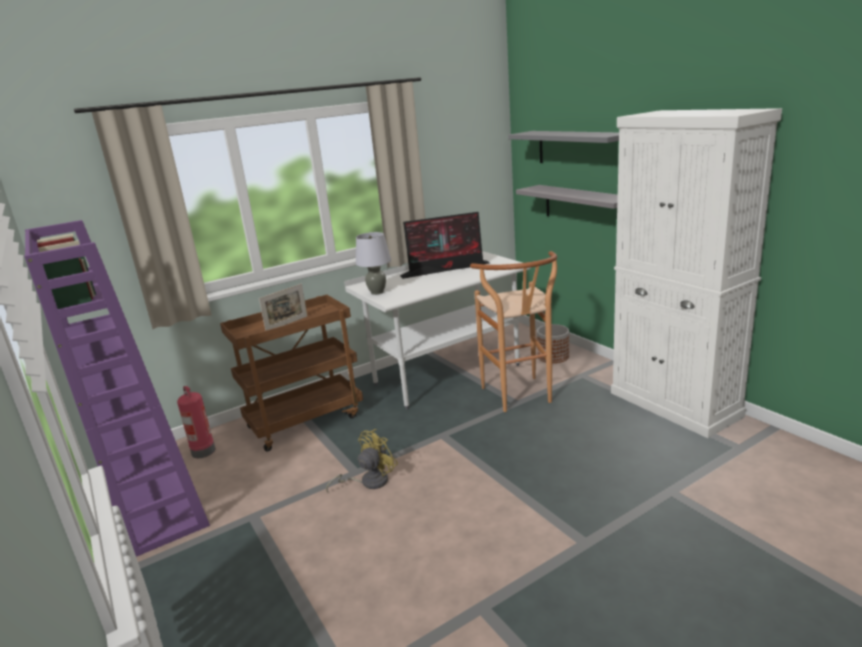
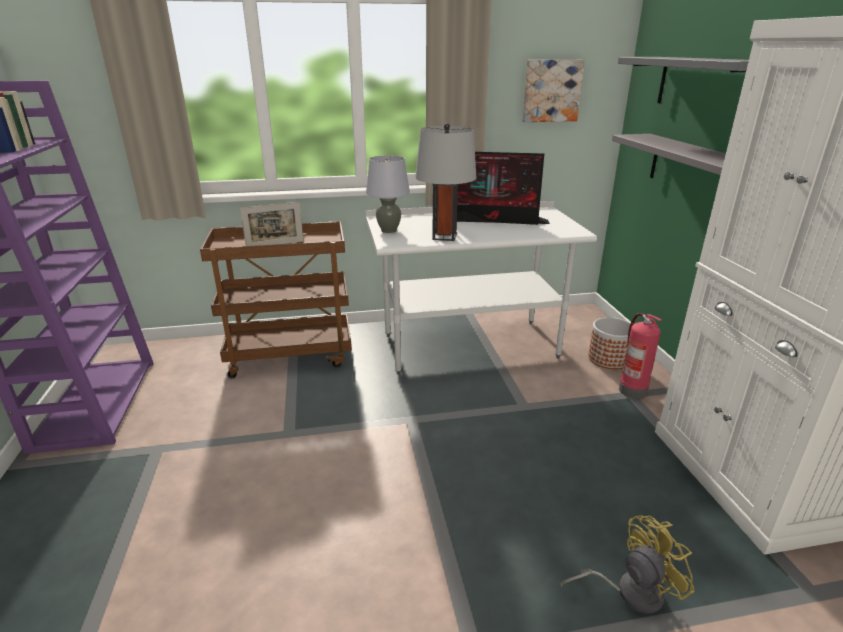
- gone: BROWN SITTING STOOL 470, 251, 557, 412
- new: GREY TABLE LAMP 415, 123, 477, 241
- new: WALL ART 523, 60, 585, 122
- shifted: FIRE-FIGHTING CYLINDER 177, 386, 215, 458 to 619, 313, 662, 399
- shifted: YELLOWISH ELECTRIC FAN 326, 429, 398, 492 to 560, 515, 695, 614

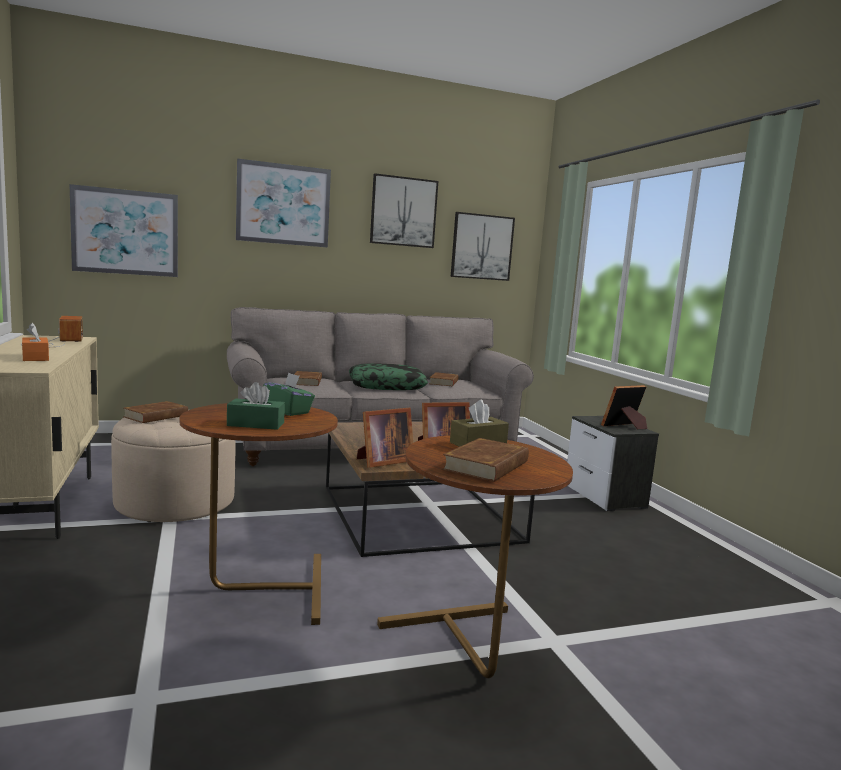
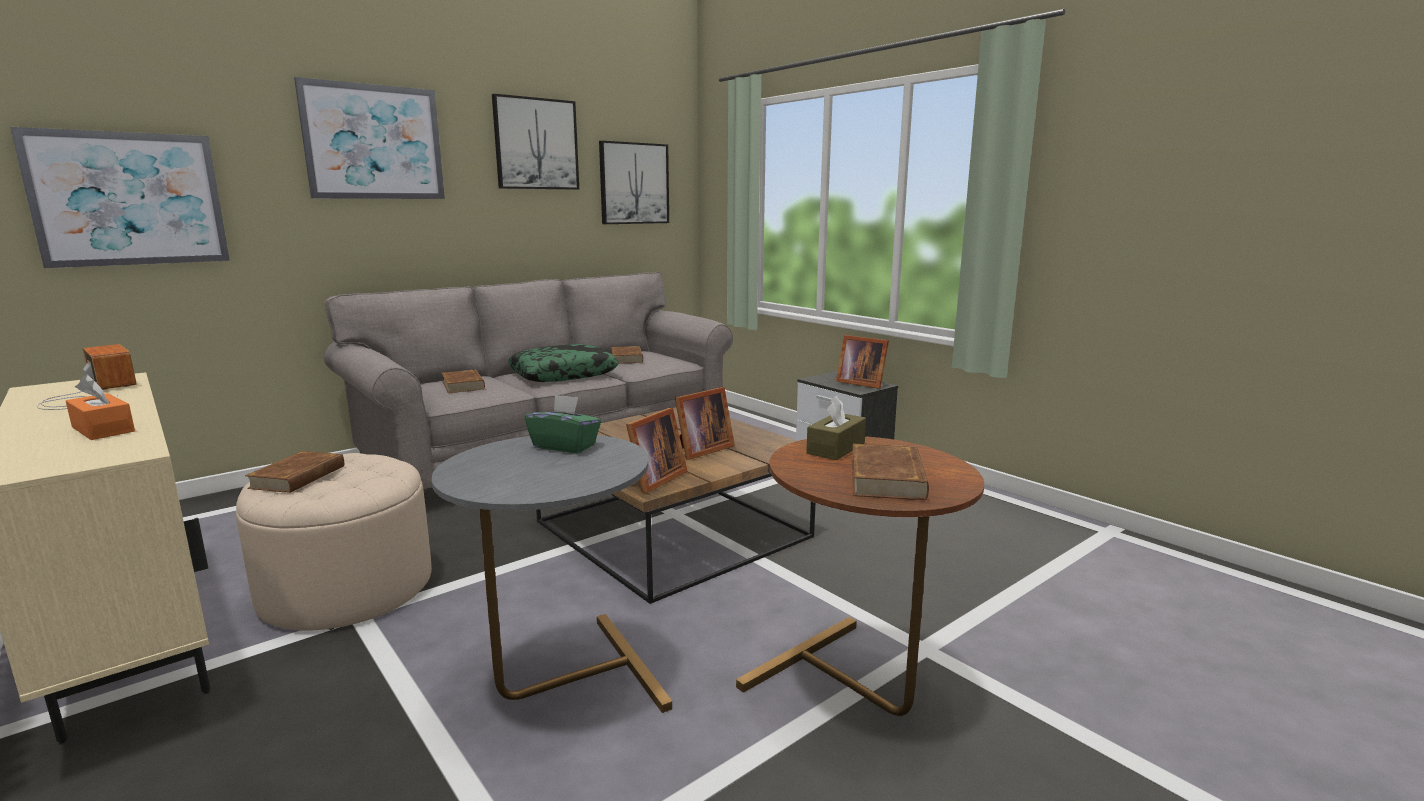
- gone: GREEN-COLOURED TISSUE HOLDER 227, 382, 285, 430
- repainted: BROWN END TABLE 180, 403, 338, 625 to GREY END TABLE 432, 435, 672, 713
- rotated: STANDING FRAME 601, 385, 647, 429 = 836, 335, 889, 389 90 degrees counterclockwise

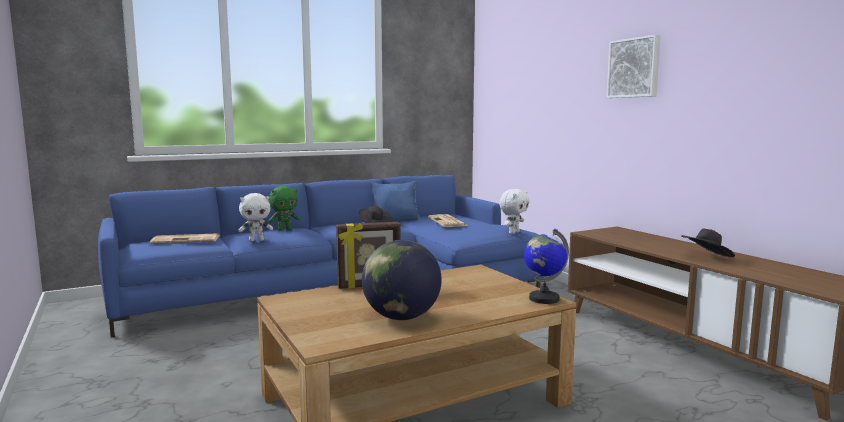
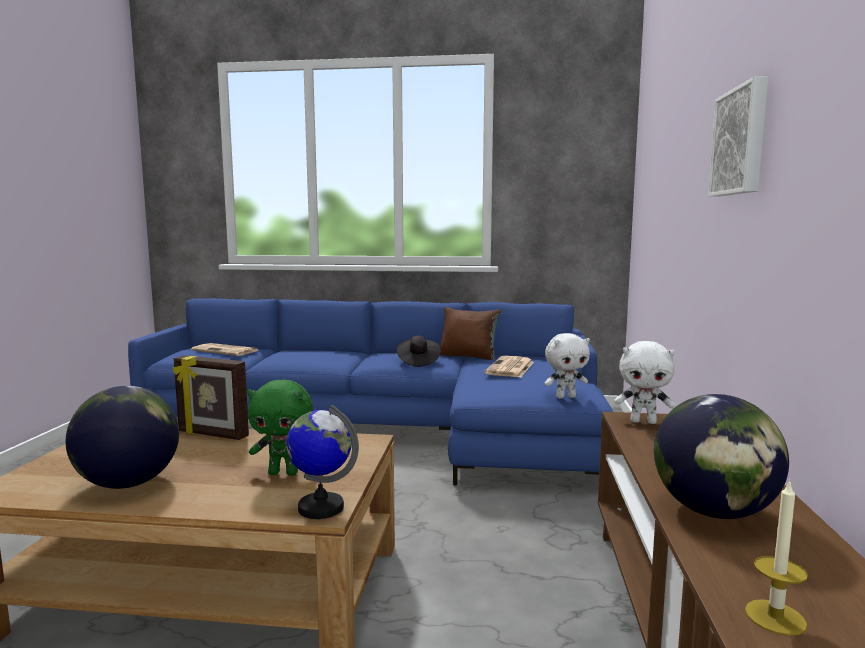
- new: WAX CANDLE 745, 479, 808, 636
- shifted: WHITE-COLOURED CUDDLY TOY 238, 193, 273, 241 to 614, 341, 675, 424
- shifted: GREEN-COLOURED CUDDLY TOY 268, 186, 300, 231 to 247, 379, 313, 476
- swapped: BLACK HAT 681, 228, 735, 257 to GLOBE 654, 394, 789, 519
- repainted: BLUISH CUSHION 371, 181, 420, 220 to BROWN CUSHION 440, 307, 501, 360

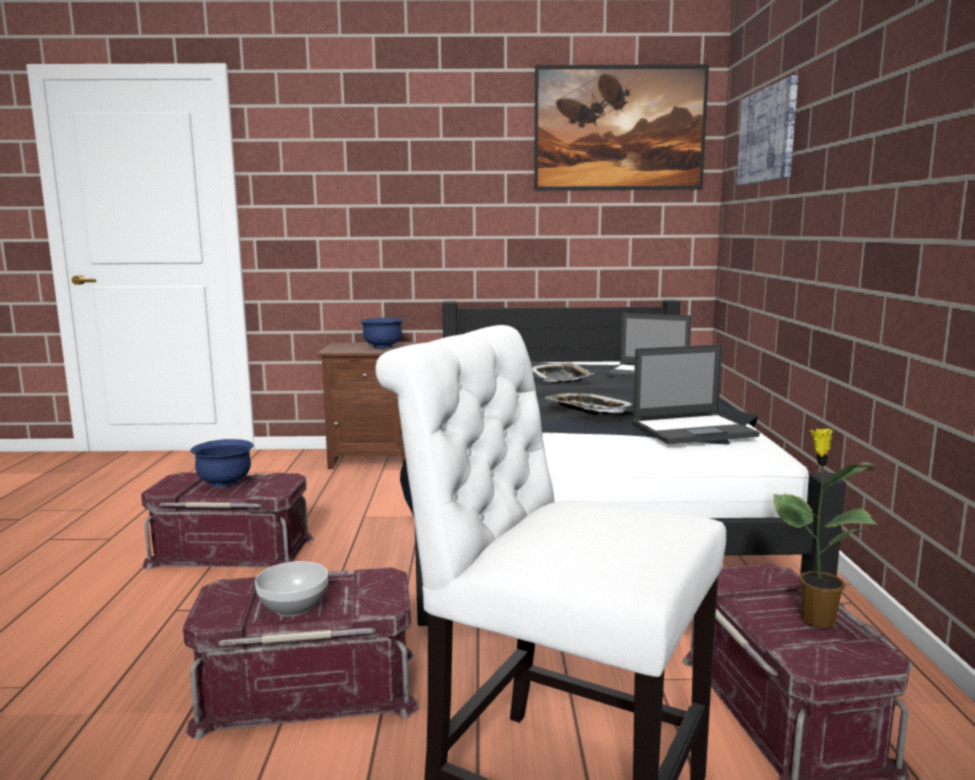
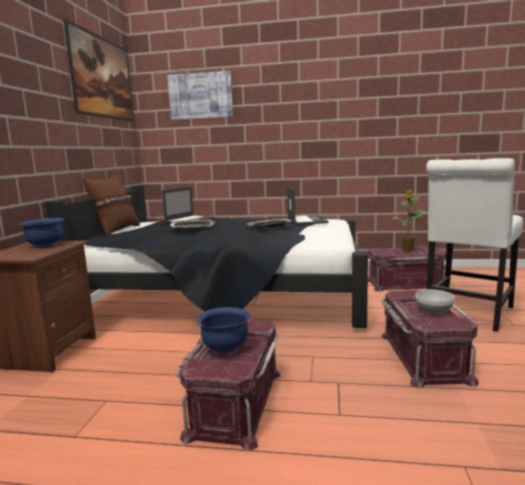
- new: BROWN CUSHION 82, 175, 140, 235

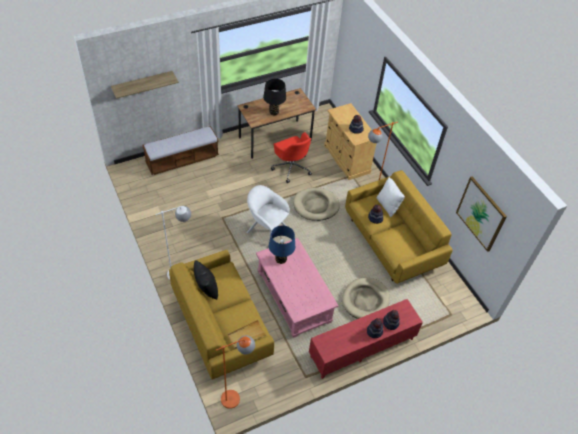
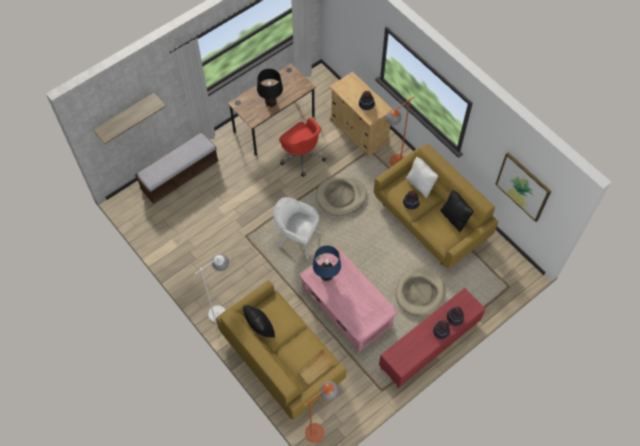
- new: BLACK CUSHION 440, 190, 474, 232

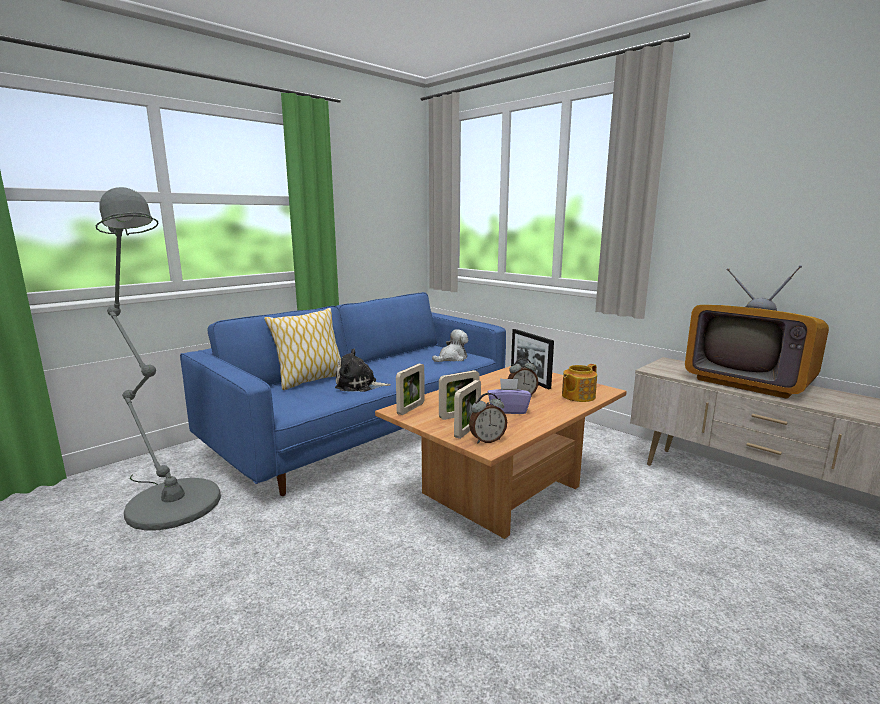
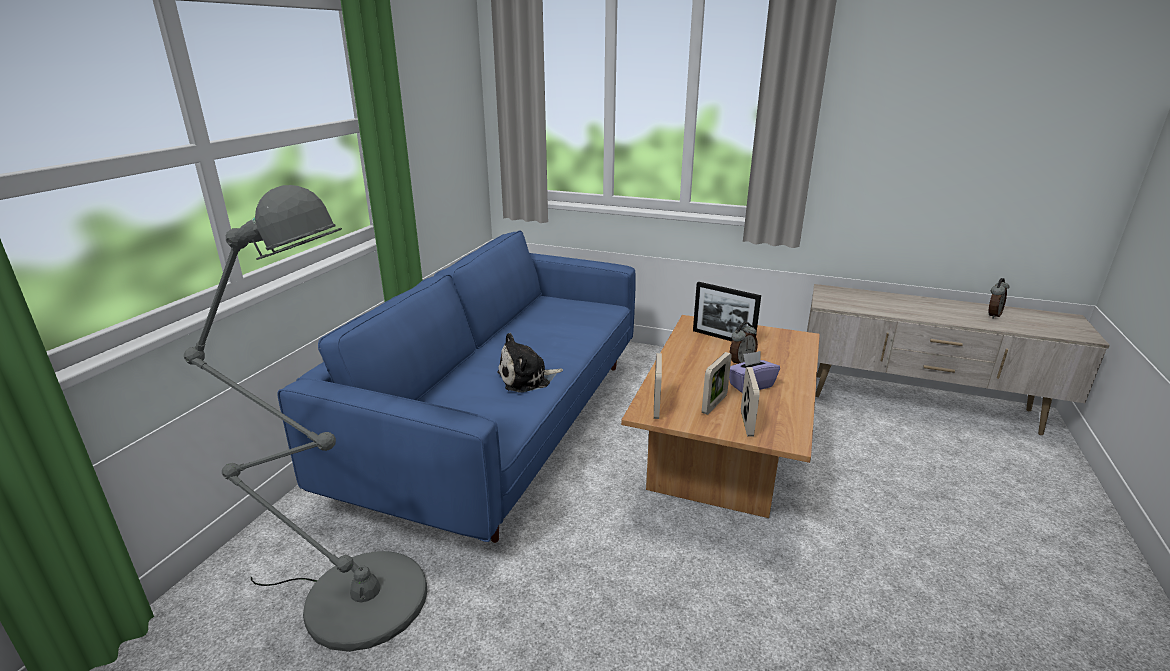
- gone: CUSHION 264, 308, 341, 390
- gone: CUDDLY TOY 432, 329, 468, 362
- gone: TEAPOT 562, 364, 597, 402
- gone: TV 685, 265, 829, 398
- shifted: BEDSIDE CLOCK 469, 393, 507, 443 to 989, 278, 1009, 319

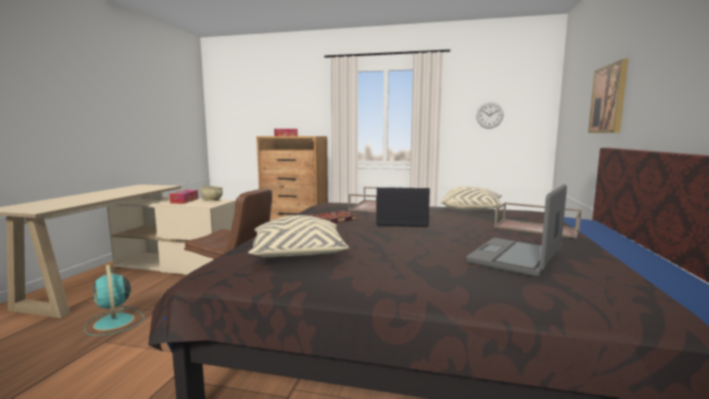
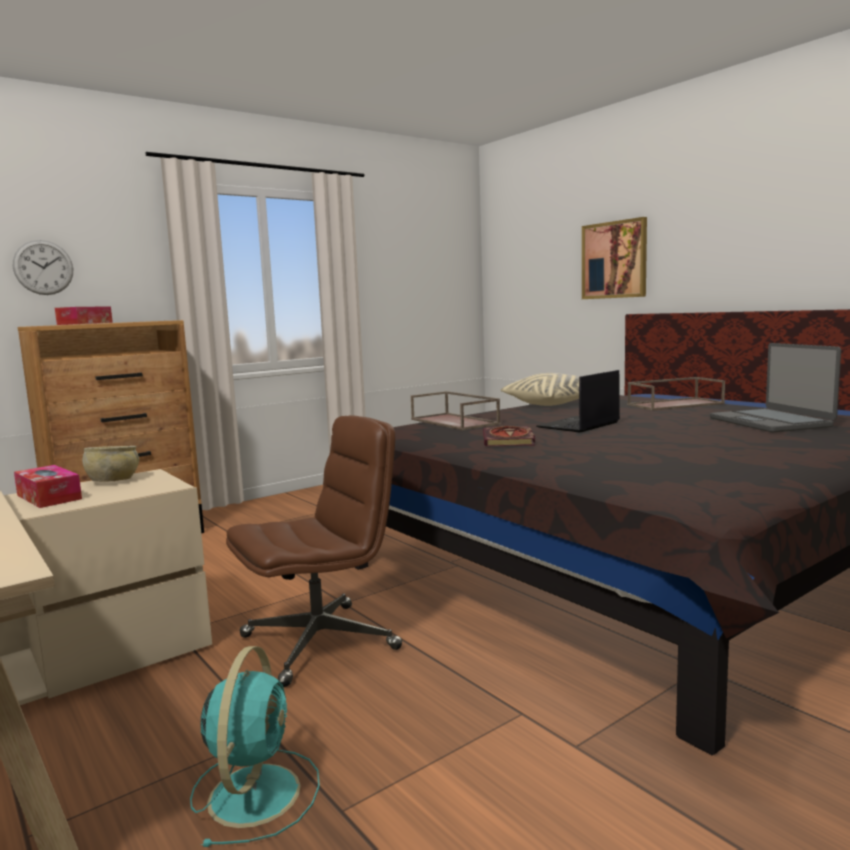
- gone: BEIGE CUSHION 248, 215, 349, 257
- shifted: HANGING CLOCK 476, 102, 504, 129 to 13, 240, 73, 295
- rotated: BLUE-GREEN ELECTRIC FAN 84, 265, 144, 336 = 190, 646, 320, 847 90 degrees counterclockwise

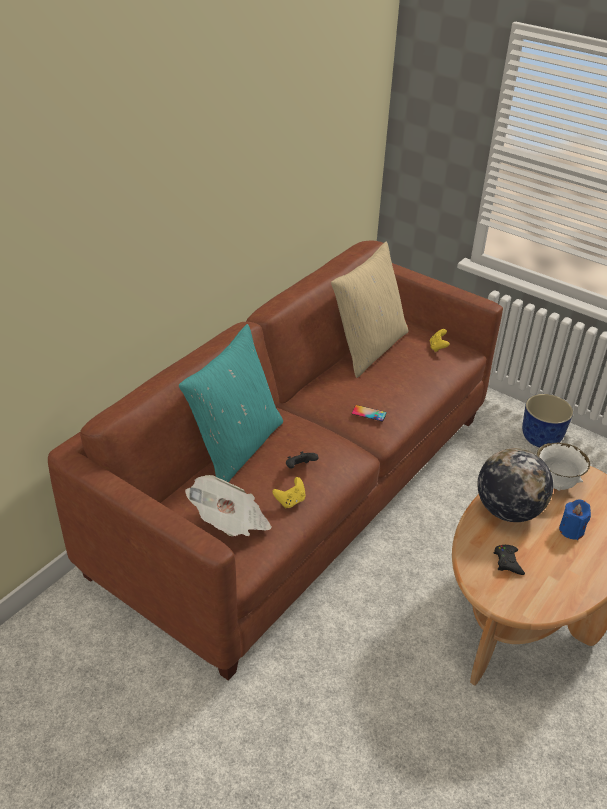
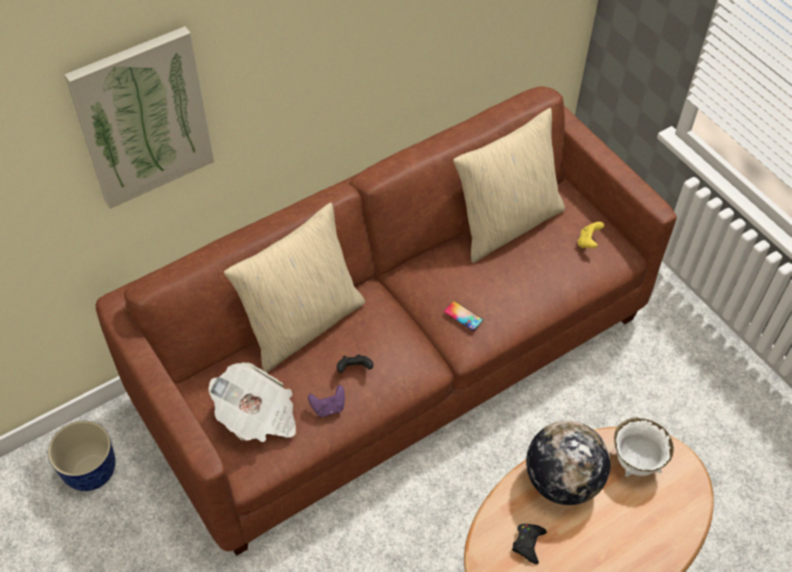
- gone: BLUISH WAX CANDLE 559, 499, 591, 540
- new: WALL ART 64, 26, 214, 209
- shifted: PLANTER 522, 394, 573, 447 to 48, 421, 115, 491
- repainted: BLUE-GREEN CUSHION 179, 324, 283, 482 to BEIGE CUSHION 224, 203, 365, 373
- repainted: YELLOWISH GAMEPAD 272, 477, 306, 508 to PURPLE-COLOURED GAMEPAD 308, 385, 345, 417

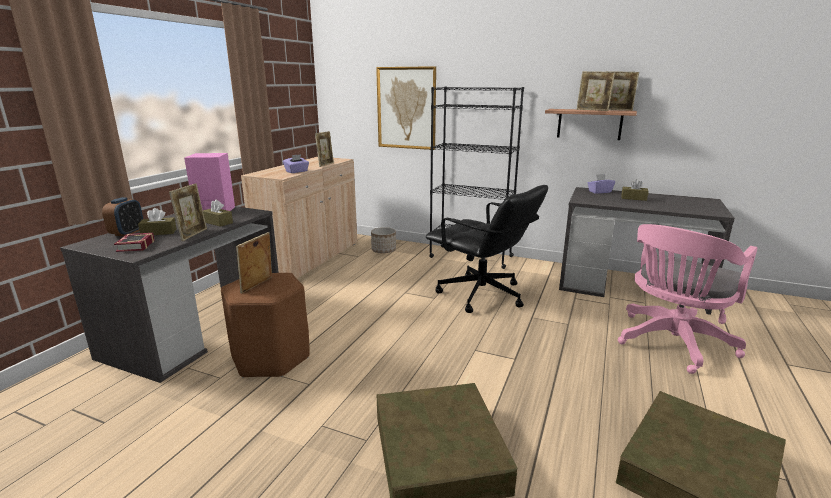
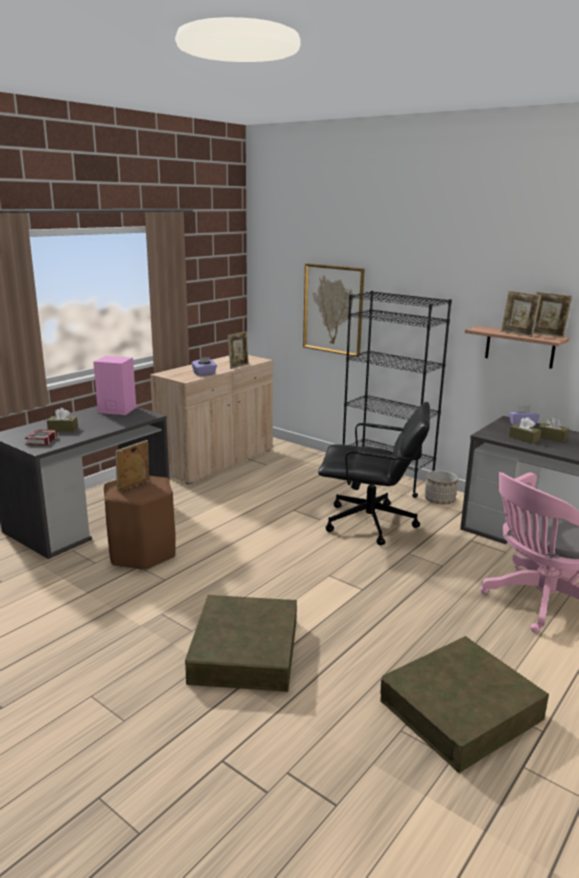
- gone: BEDSIDE CLOCK 102, 197, 143, 236
- gone: STANDING FRAME 169, 183, 207, 241
- shifted: BROWN TISSUE HOLDER 203, 199, 233, 227 to 509, 417, 541, 444
- shifted: PLANTER 371, 227, 396, 253 to 425, 470, 458, 504
- rotated: BLACK OFFICE CHAIR 426, 185, 548, 313 = 318, 402, 430, 545 45 degrees counterclockwise

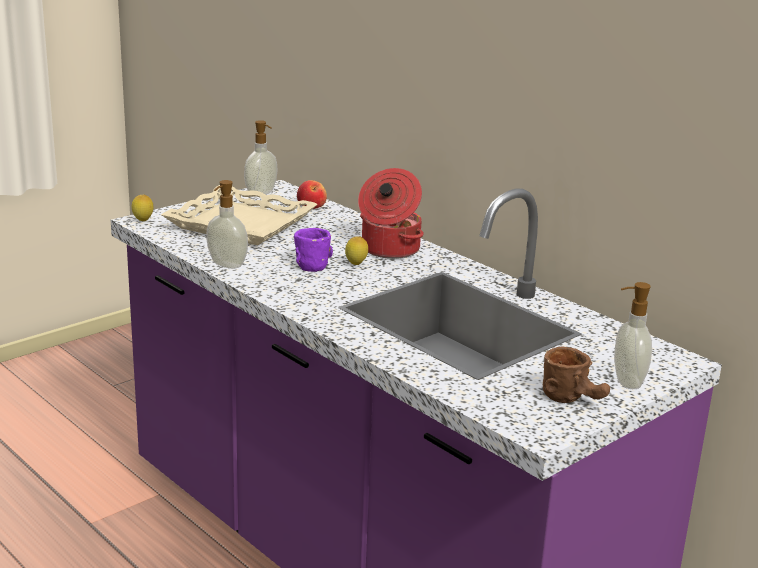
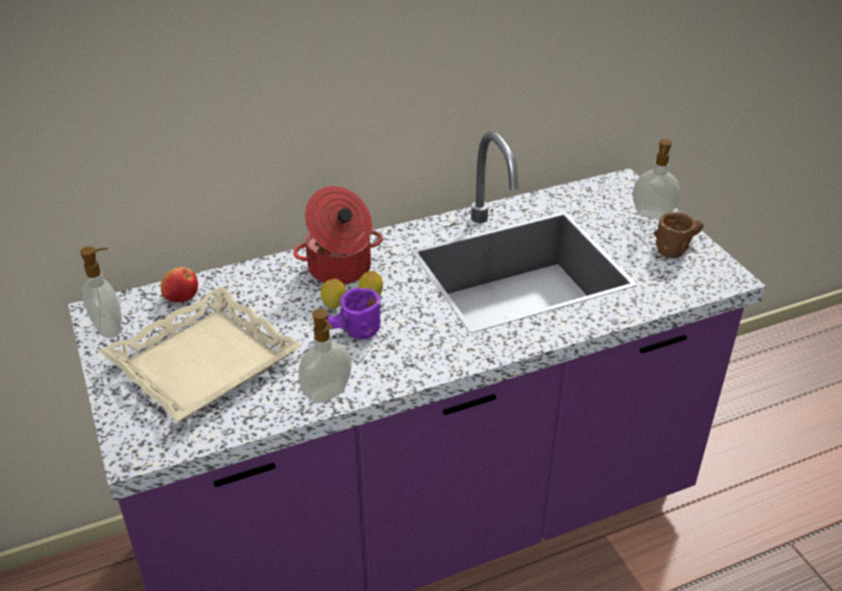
- shifted: WHOLE LEMON 132, 195, 153, 221 to 321, 278, 346, 309

